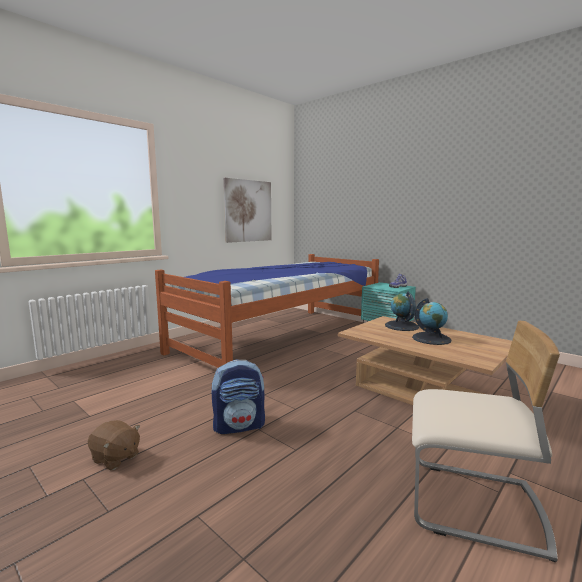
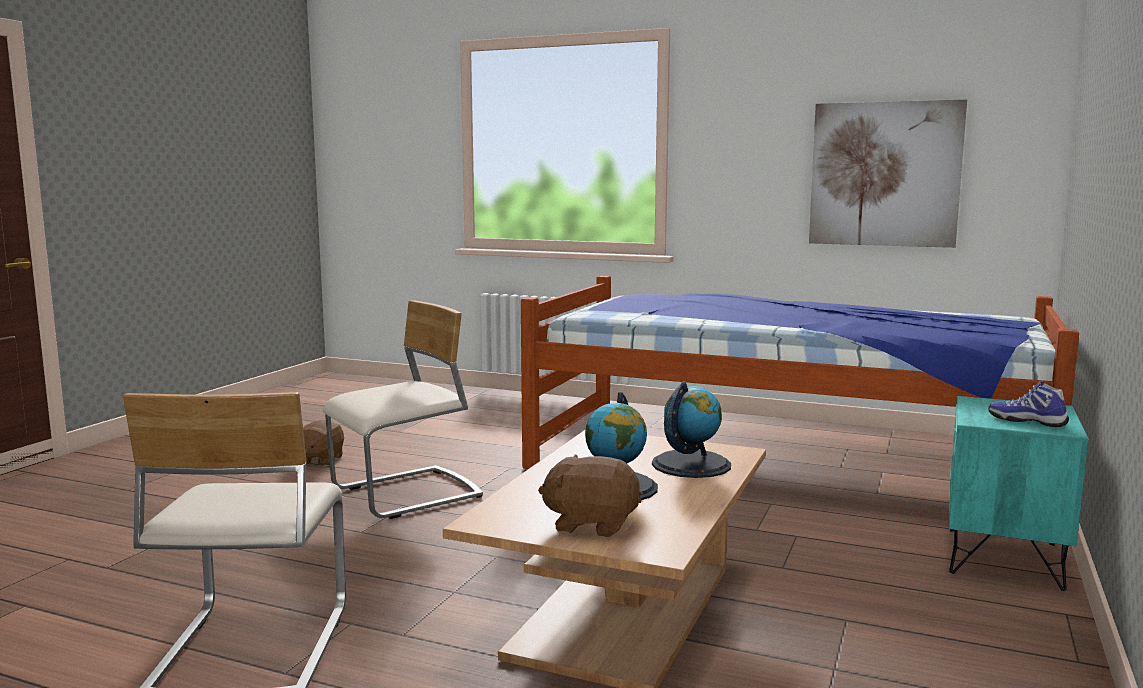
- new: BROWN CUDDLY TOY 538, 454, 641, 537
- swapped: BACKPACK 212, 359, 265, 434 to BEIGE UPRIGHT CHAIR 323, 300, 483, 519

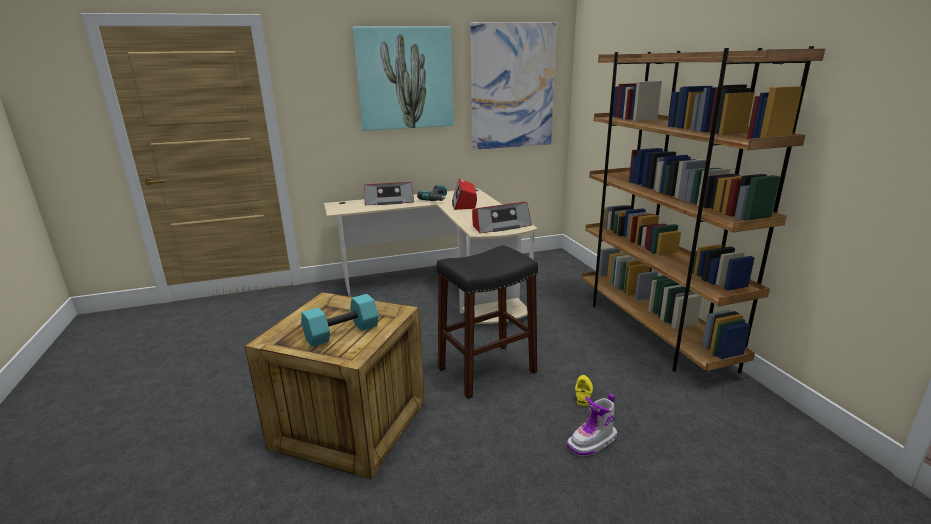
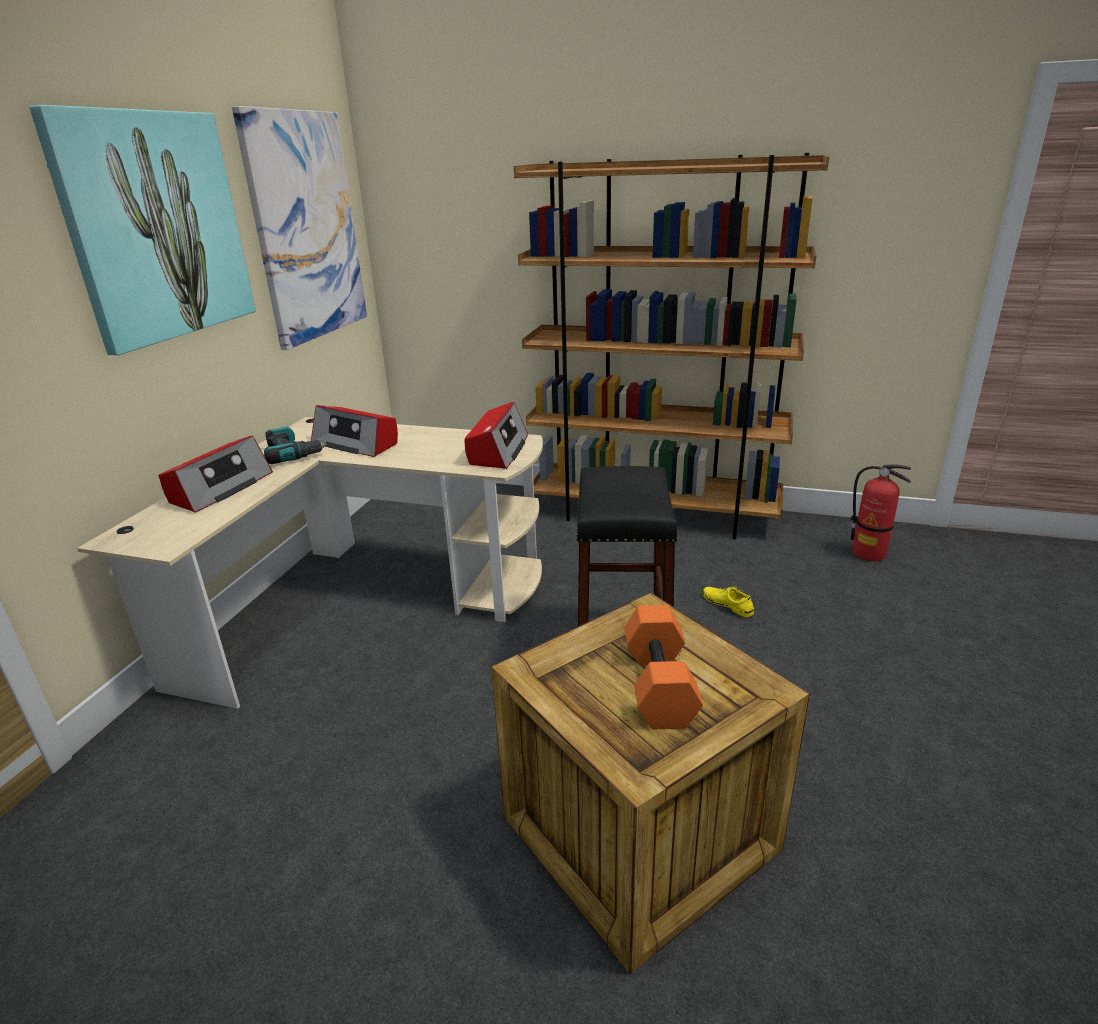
- gone: BOOT 566, 393, 617, 456
- new: FIRE-FIGHTING CYLINDER 851, 464, 911, 561
- repainted: BLUE-GREEN FREE WEIGHT 301, 294, 379, 347 to ORANGE-COLOURED FREE WEIGHT 624, 605, 703, 729

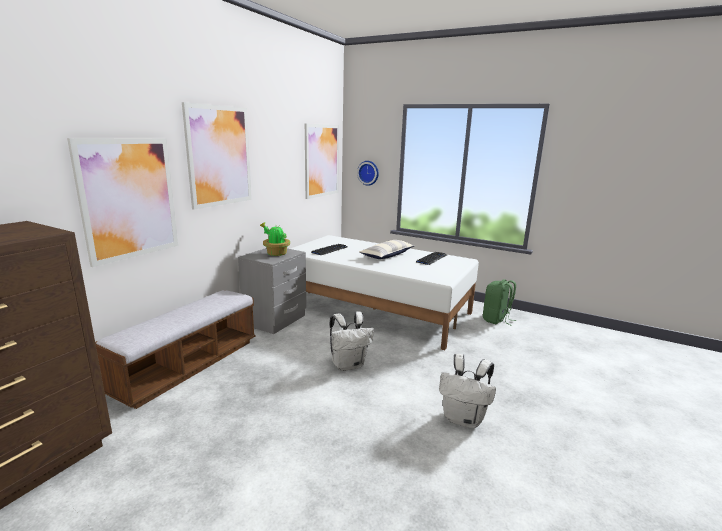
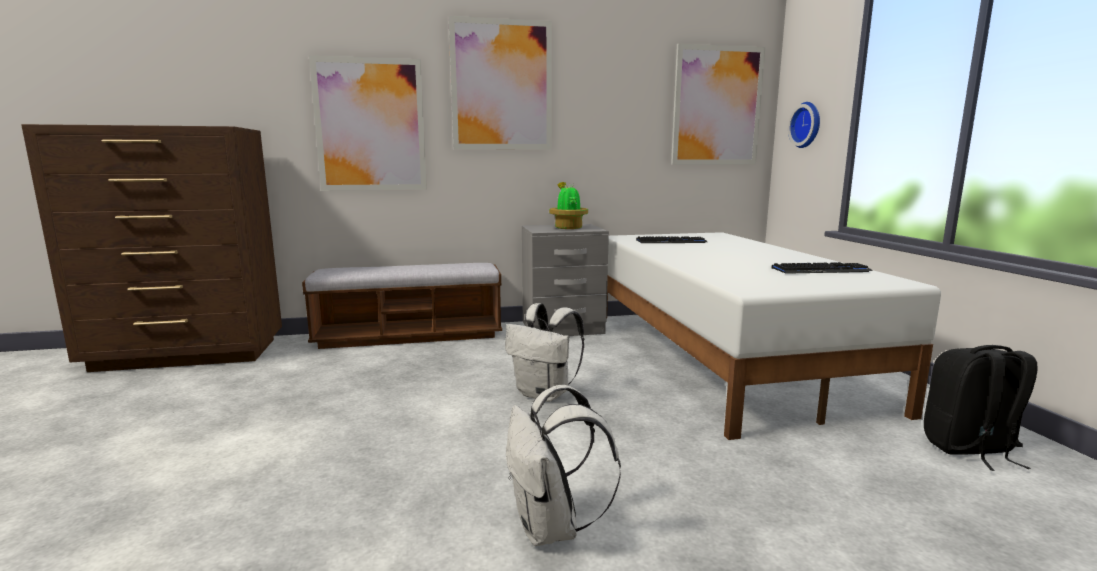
- gone: CUSHION 359, 240, 414, 259
- repainted: GREEN-COLOURED BACKPACK 483, 279, 516, 326 to BLACK BACKPACK 924, 345, 1038, 471

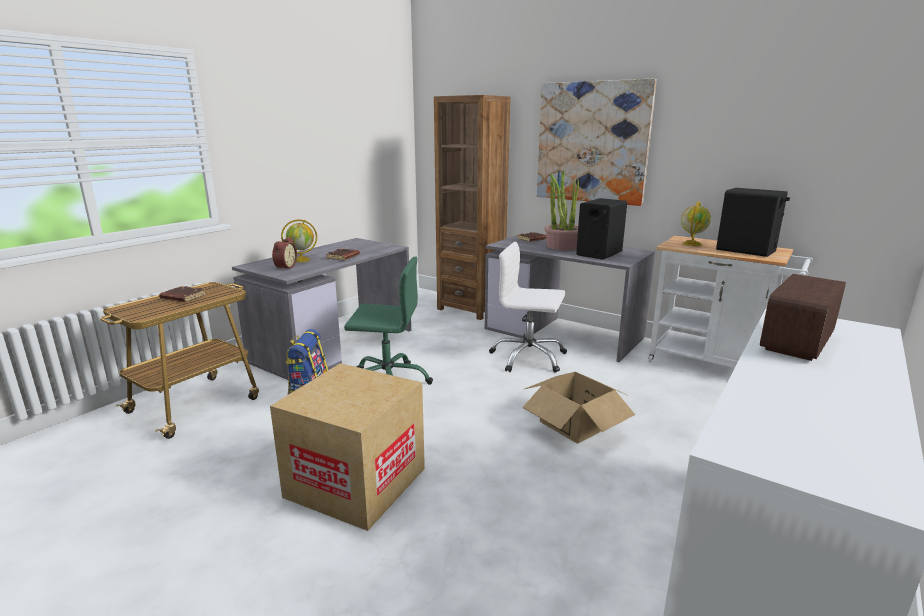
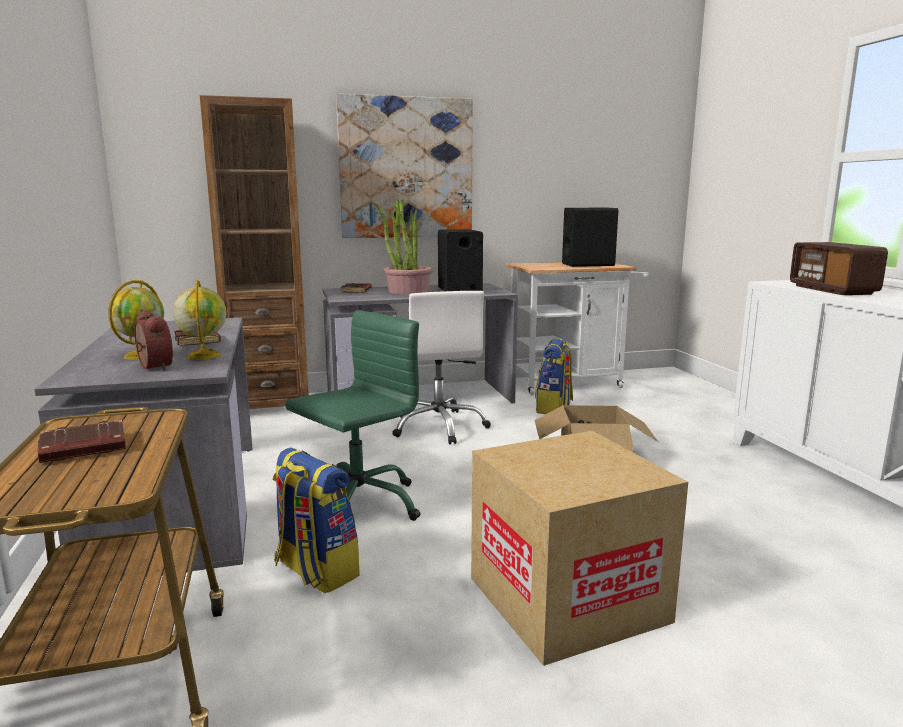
- new: BACKPACK 535, 337, 573, 414
- shifted: GLOBE 681, 201, 711, 246 to 173, 280, 226, 359
- rotated: WHITE-COLOURED OFFICE CHAIR 489, 242, 567, 373 = 392, 291, 491, 444 75 degrees counterclockwise

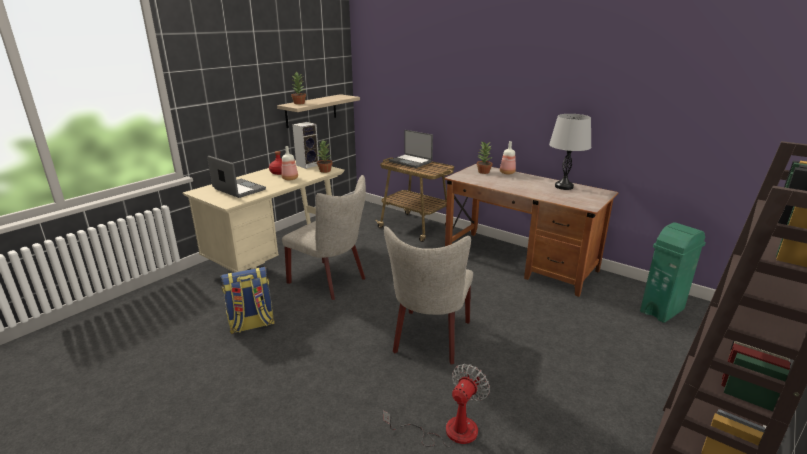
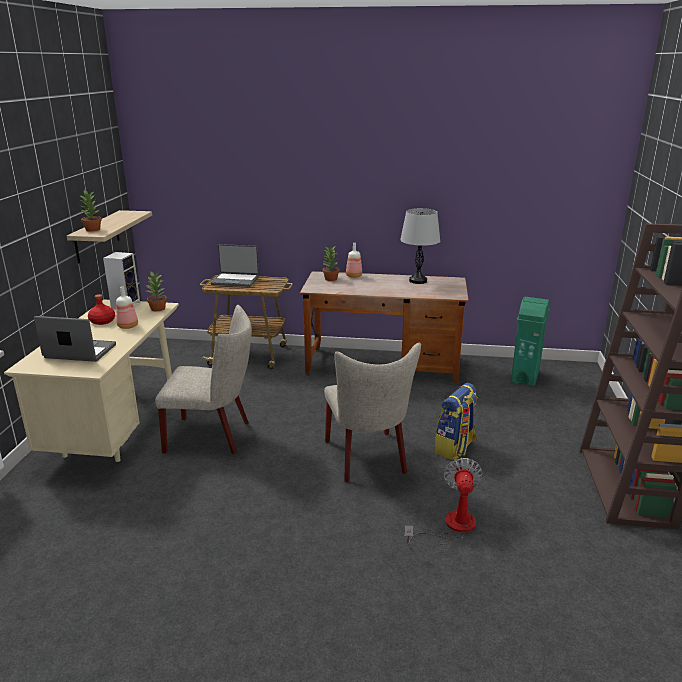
- shifted: BACKPACK 220, 267, 275, 334 to 434, 383, 478, 460

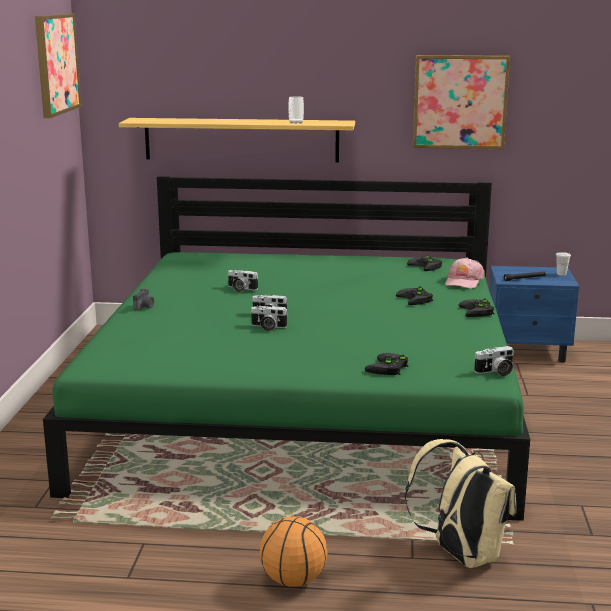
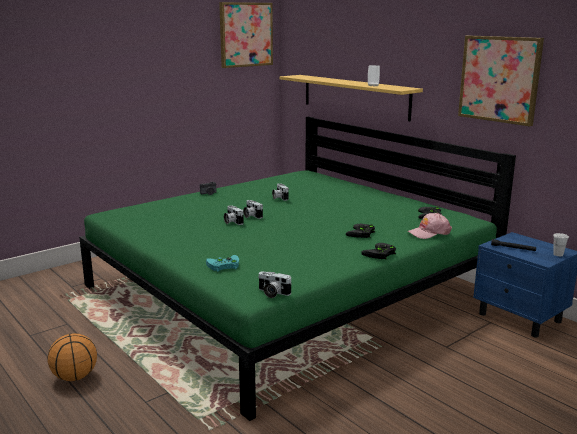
- gone: BEIGE BACKPACK 405, 439, 516, 568
- repainted: BLACK GAMEPAD 365, 353, 409, 375 to BLUE-GREEN GAMEPAD 206, 255, 239, 272

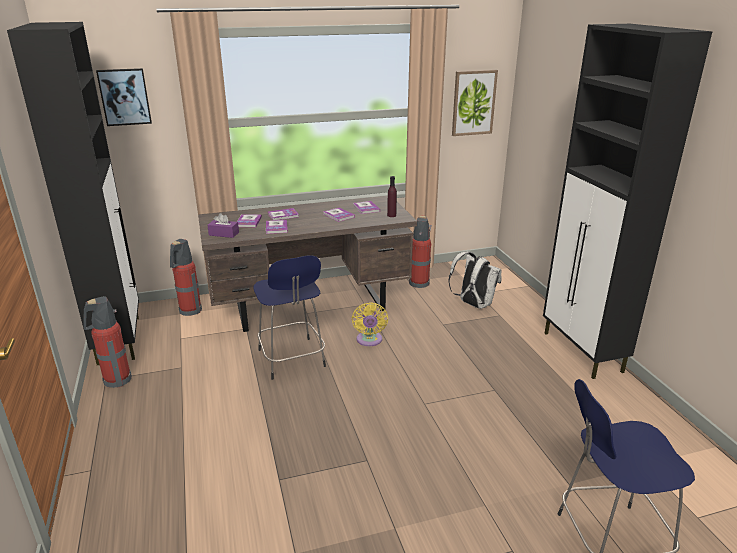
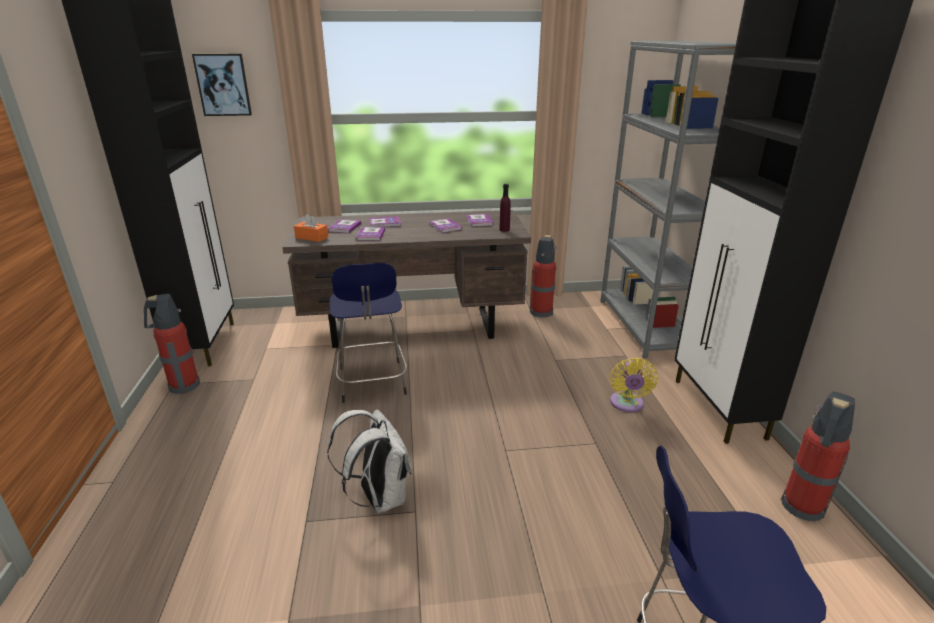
- gone: WALL ART 452, 70, 498, 136
- new: GREY BOOKCASE 600, 41, 736, 358
- shifted: FIRE-FIGHTING CYLINDER 170, 239, 202, 316 to 780, 392, 855, 521
- shifted: YELLOWISH ELECTRIC FAN 352, 302, 388, 346 to 610, 358, 658, 412
- shifted: WHITE-COLOURED BACKPACK 448, 252, 502, 309 to 327, 409, 412, 513
- repainted: PURPLE-COLOURED TISSUE HOLDER 207, 213, 239, 238 to ORANGE-COLOURED TISSUE HOLDER 294, 214, 328, 242

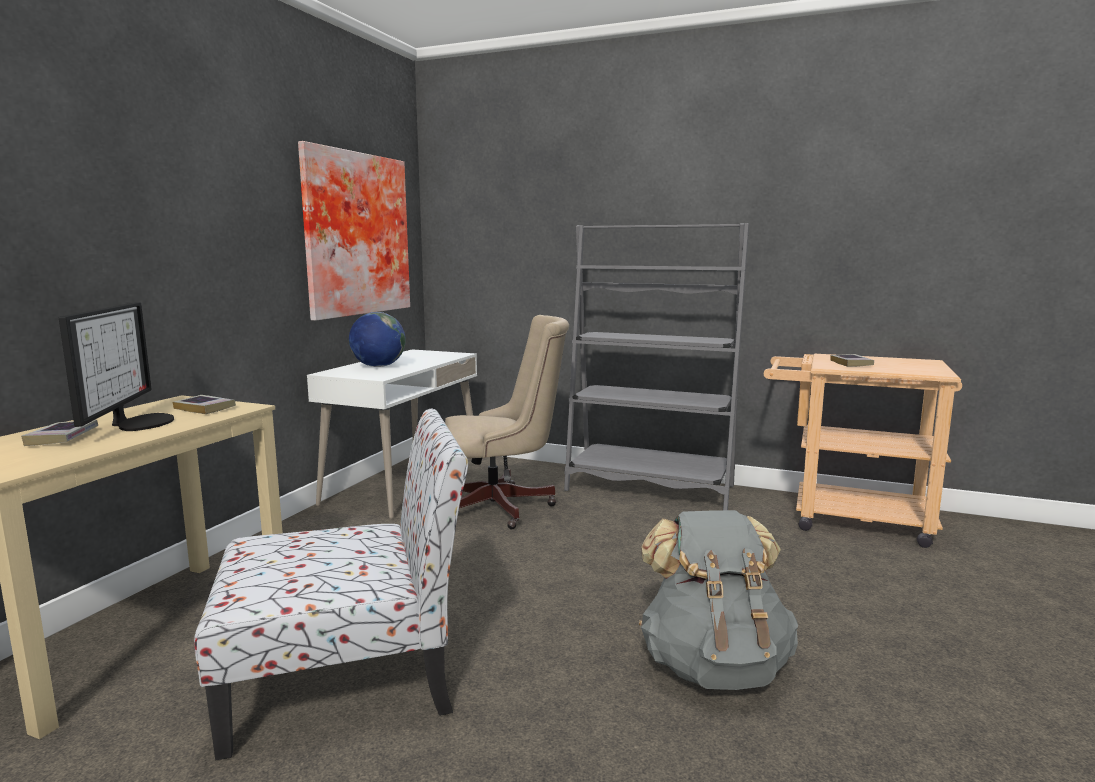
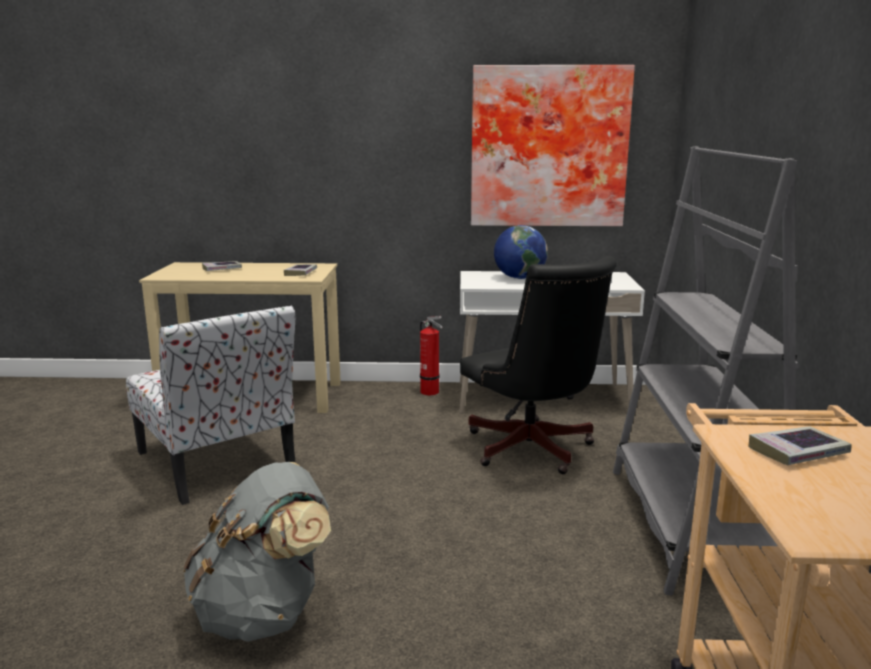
- gone: COMPUTER DISPLAY 59, 302, 174, 431
- new: FIRE-FIGHTING CYLINDER 420, 316, 443, 395
- repainted: BEIGE OFFICE CHAIR 445, 315, 569, 529 to BLACK OFFICE CHAIR 460, 256, 617, 474

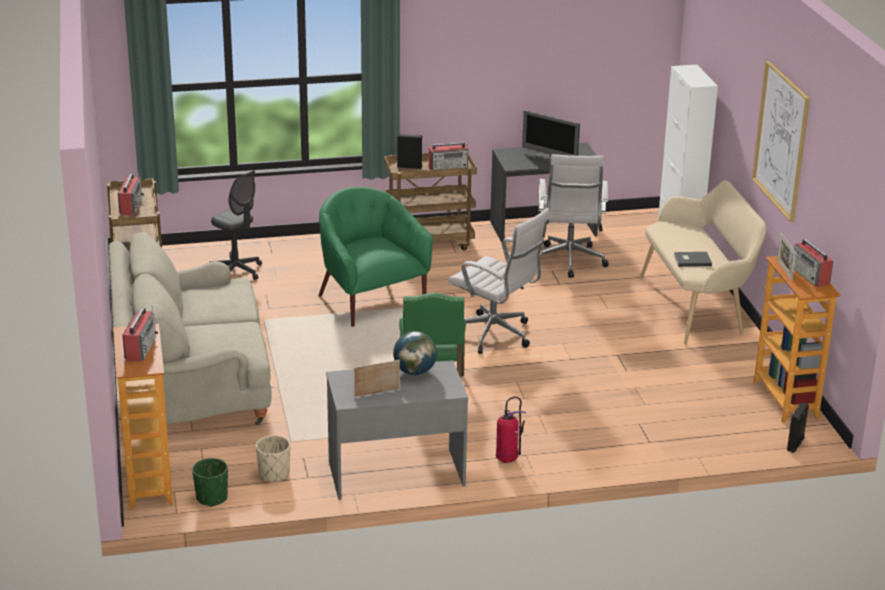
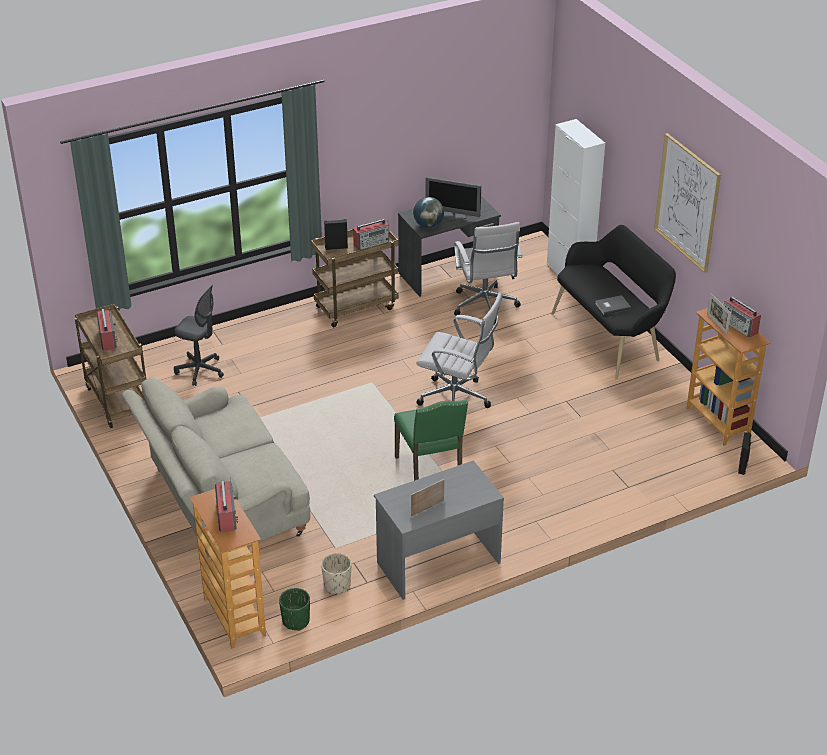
- gone: GREEN-COLOURED LOUNGE CHAIR 318, 187, 433, 327
- gone: FIRE-FIGHTING CYLINDER 496, 397, 526, 463
- shifted: GLOBE 393, 331, 437, 375 to 413, 197, 444, 228
- repainted: BEIGE INDOOR BENCH 640, 180, 767, 344 to BLACK INDOOR BENCH 551, 225, 676, 379

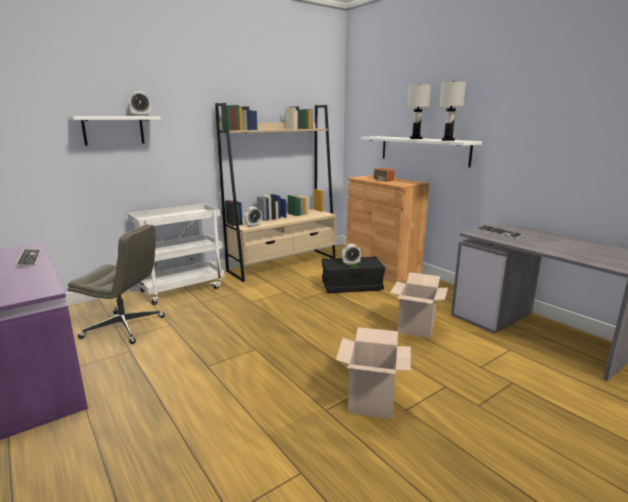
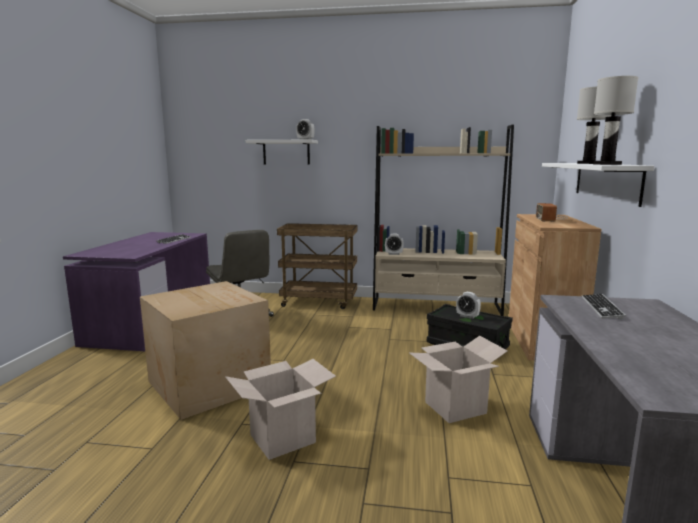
- new: CARDBOARD BOX 140, 281, 271, 420
- repainted: WHITE-COLOURED WHEELED CART 128, 203, 225, 305 to BROWN WHEELED CART 277, 223, 357, 309

